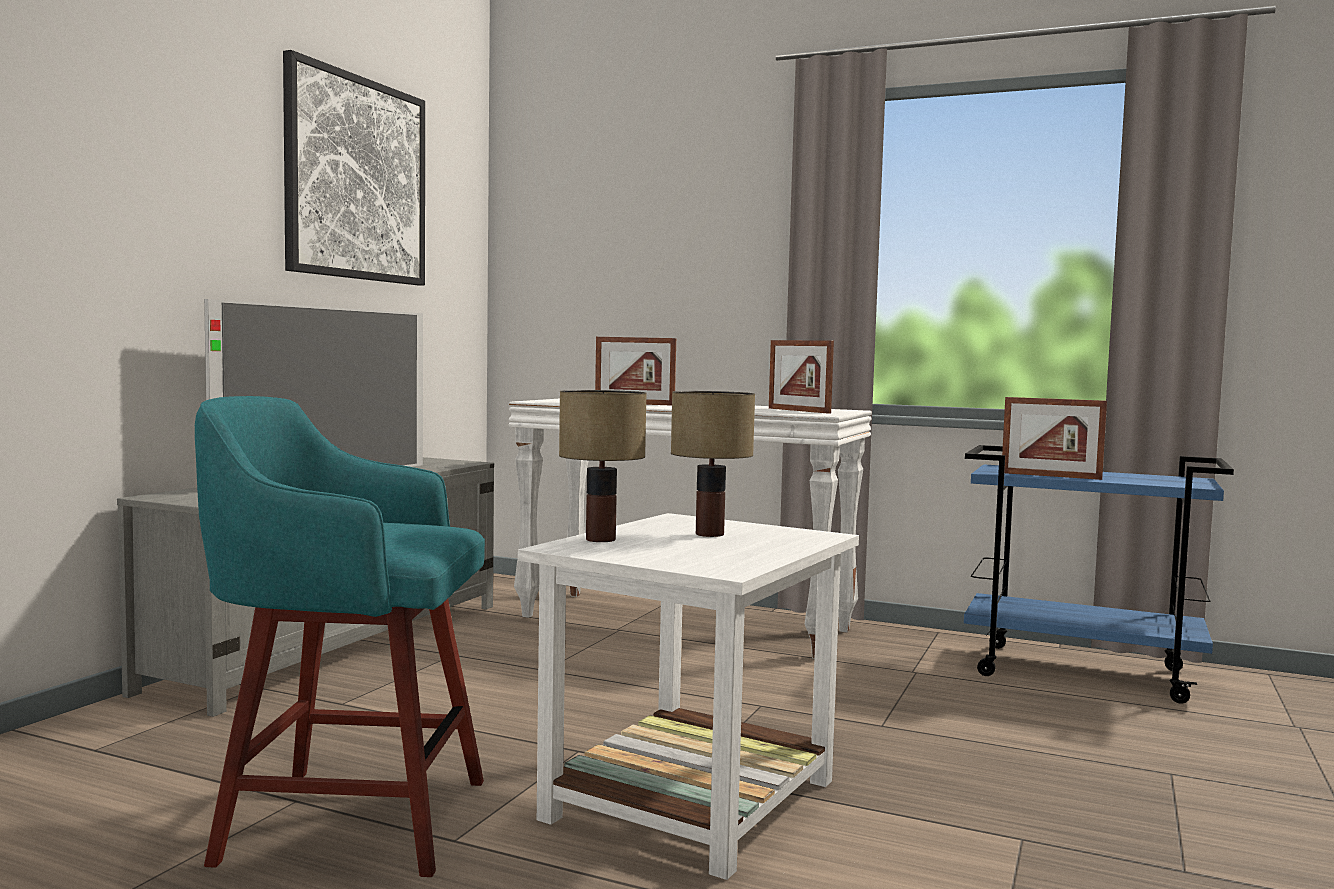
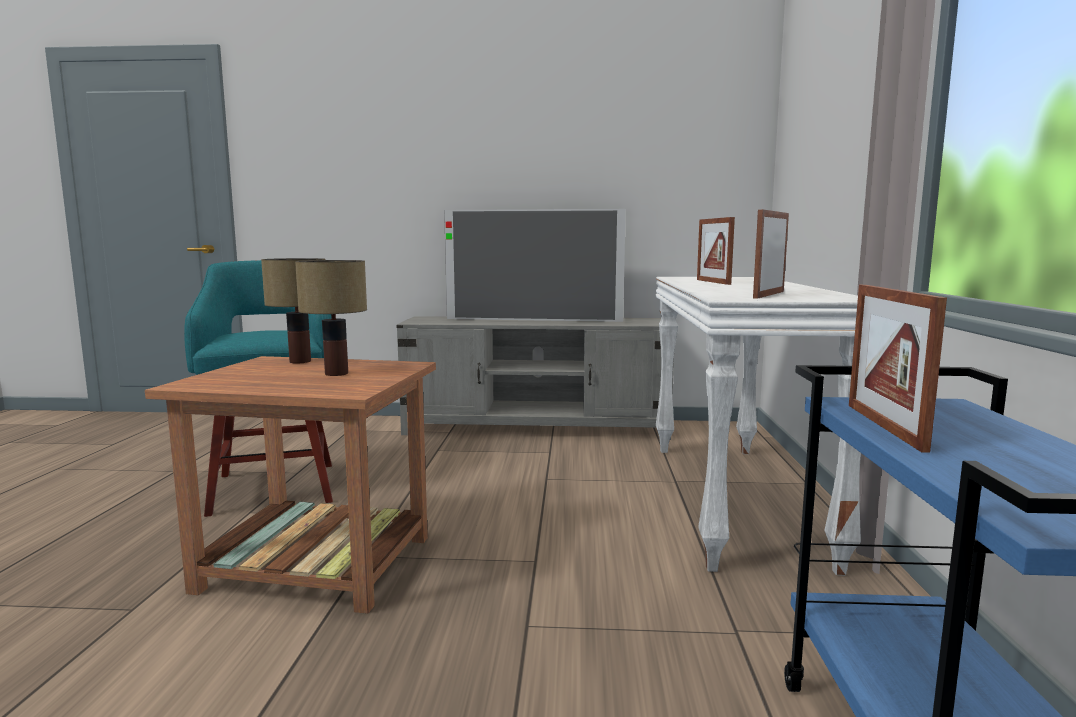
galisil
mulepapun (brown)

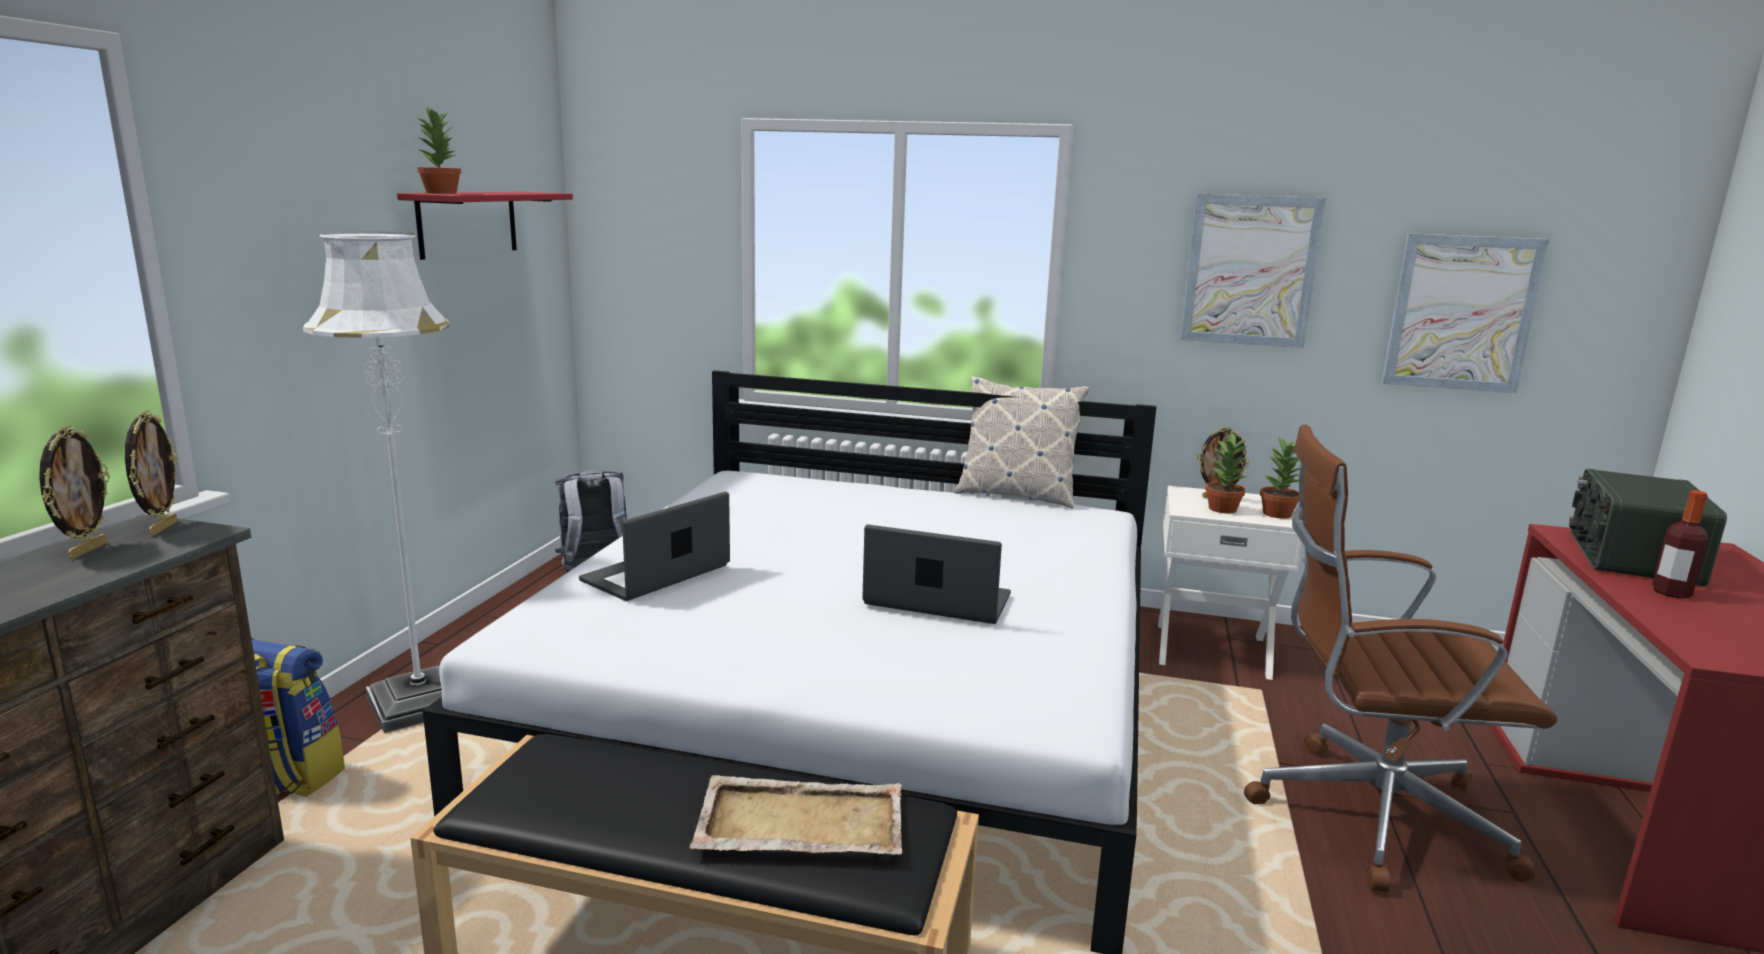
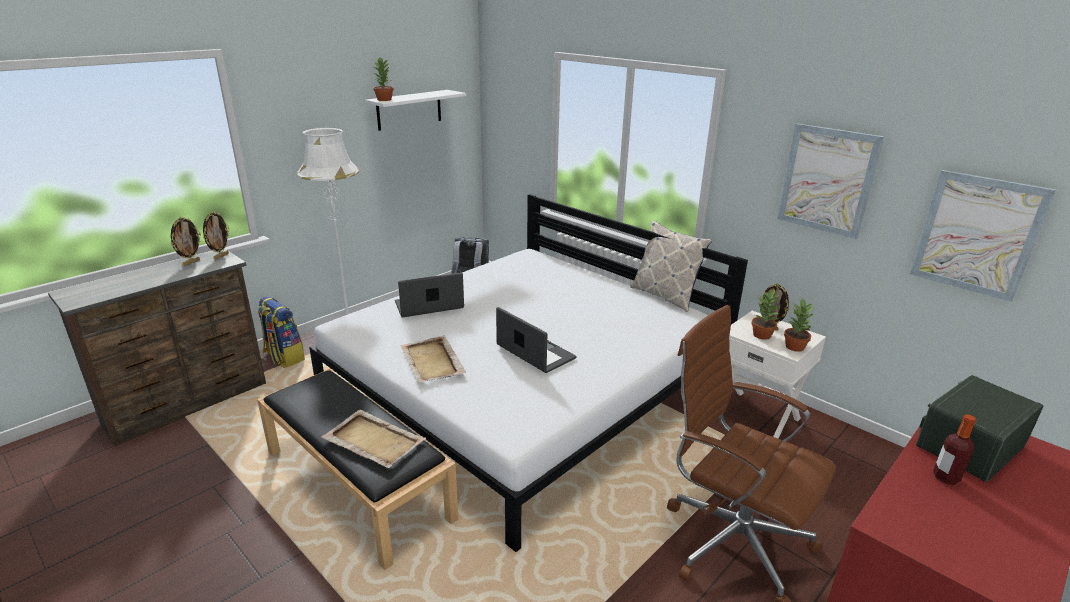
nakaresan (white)
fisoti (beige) (no. 2 from left)

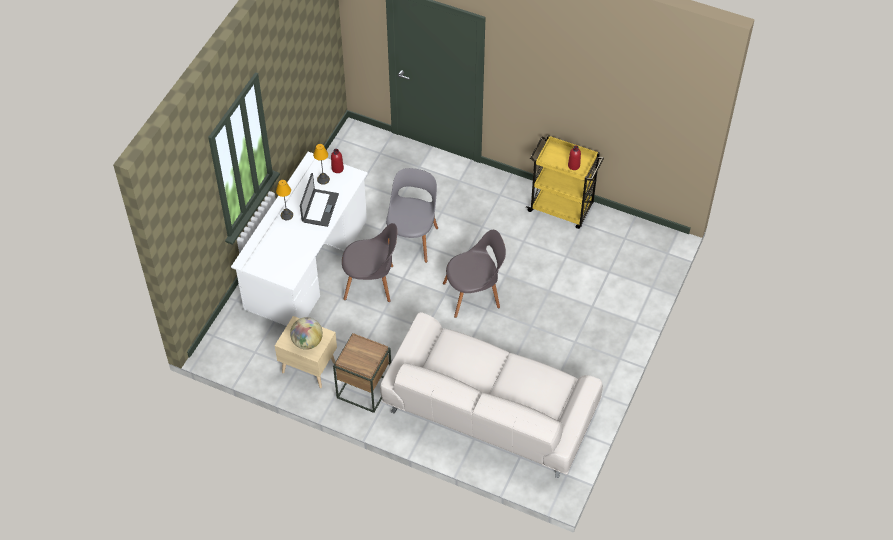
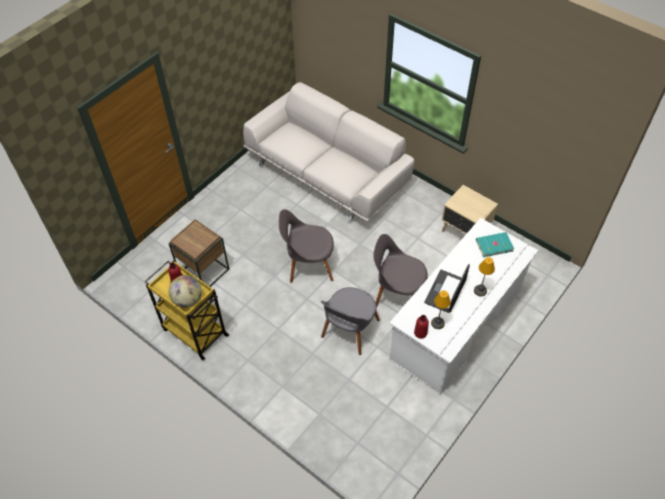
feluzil
mulepapun (brown)
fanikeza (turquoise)

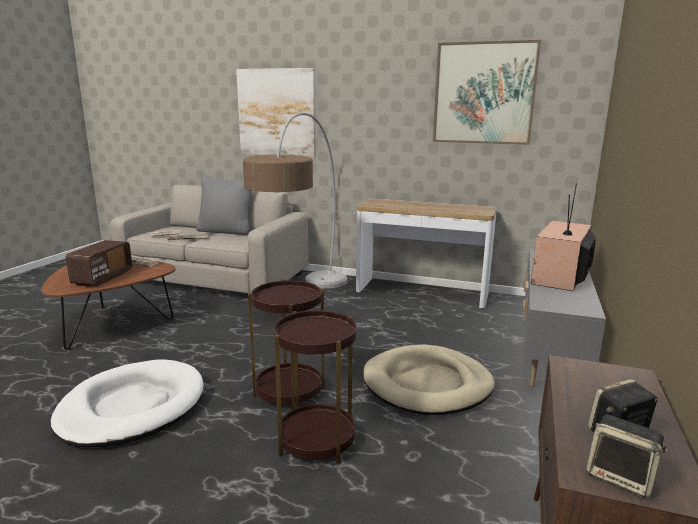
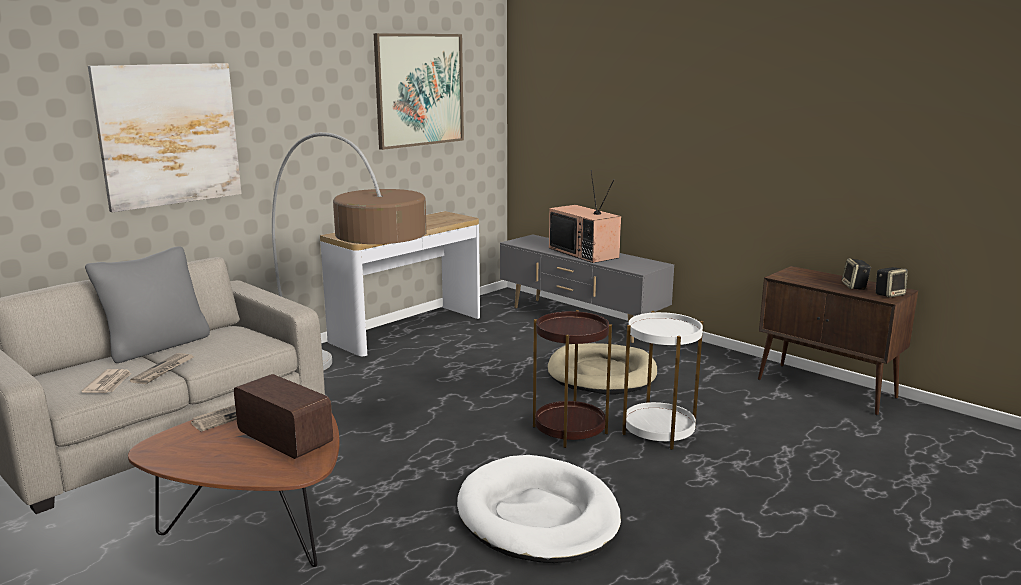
mulepapun (white)

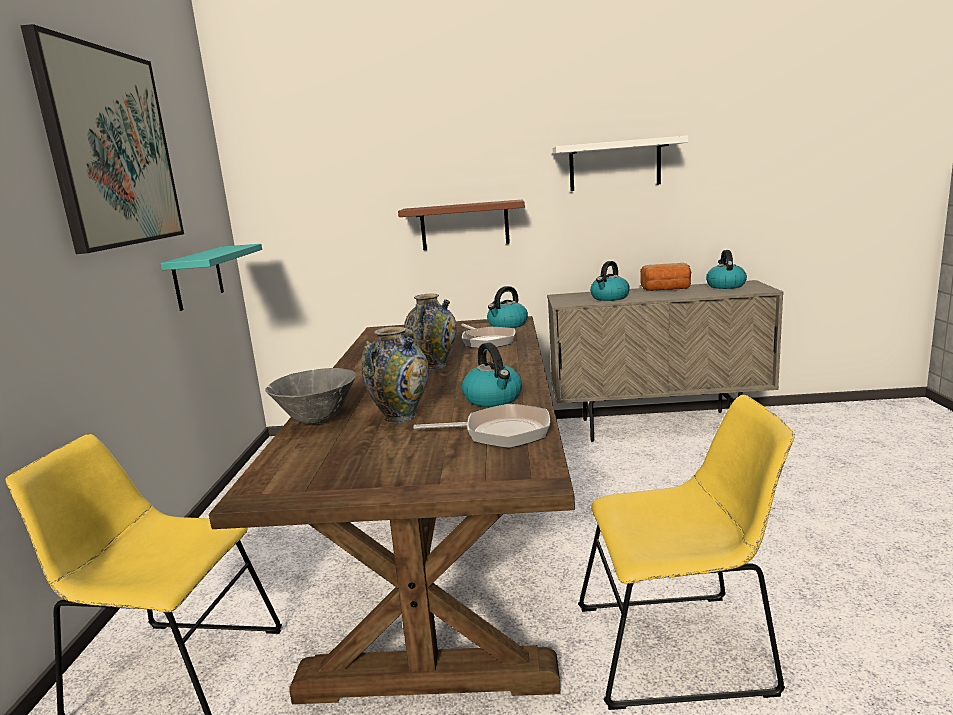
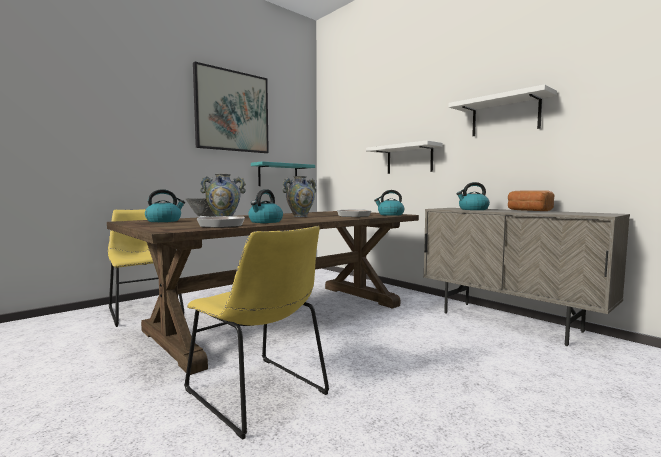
nakaresan (white) (no. 1 from left)
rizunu (no. 1 from left)

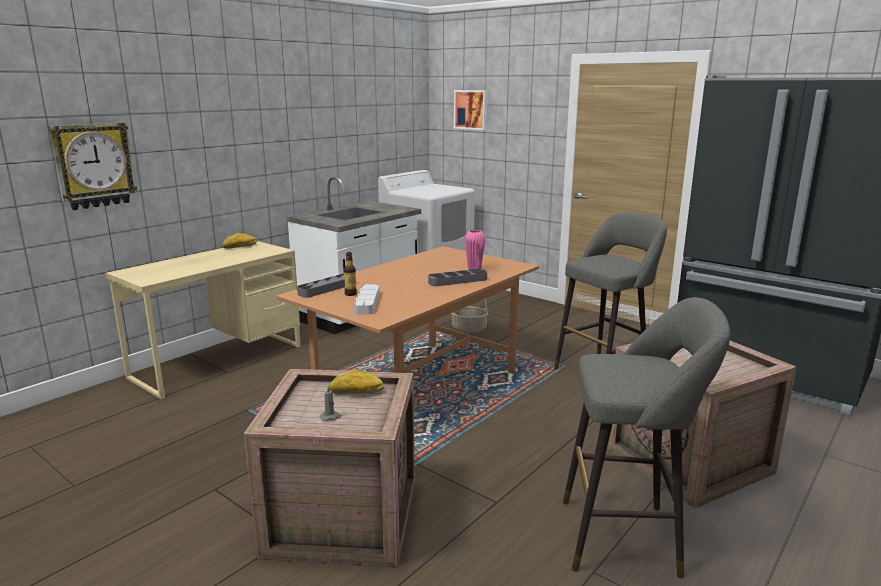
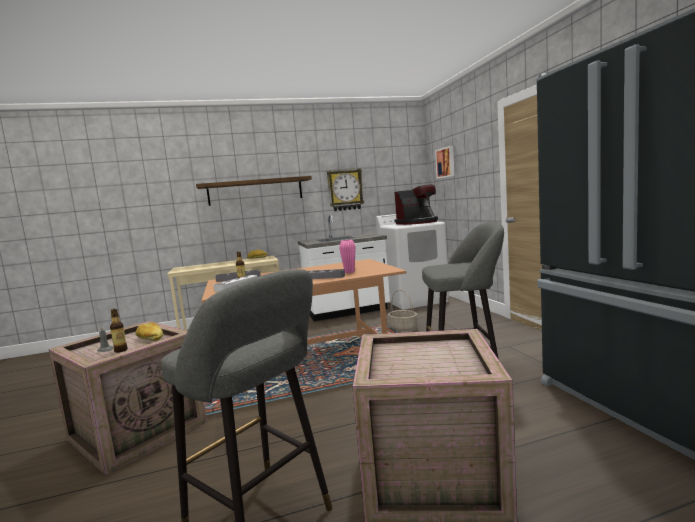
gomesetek
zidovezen (no. 1 from left)
nakaresan
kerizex

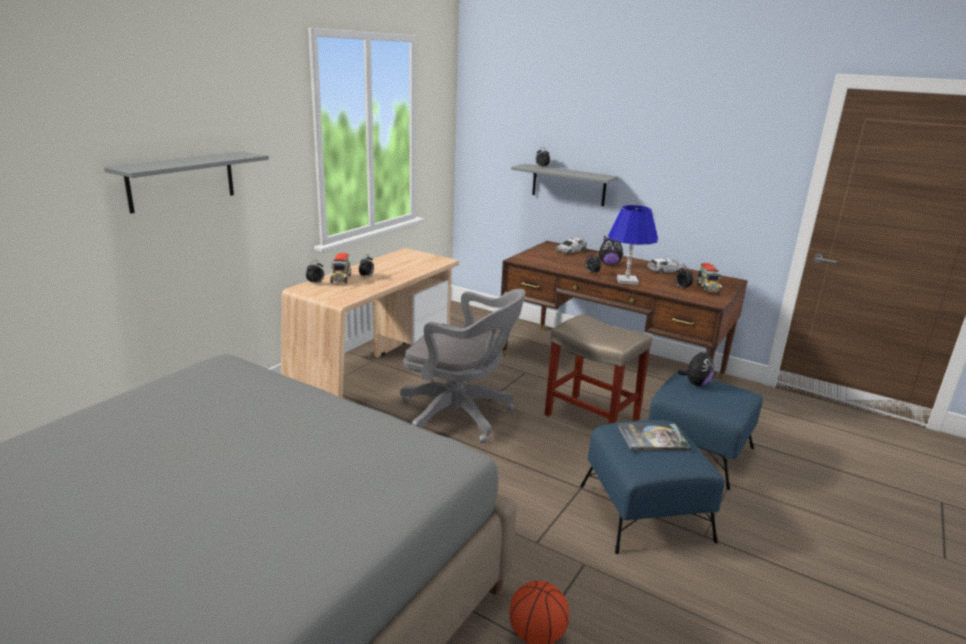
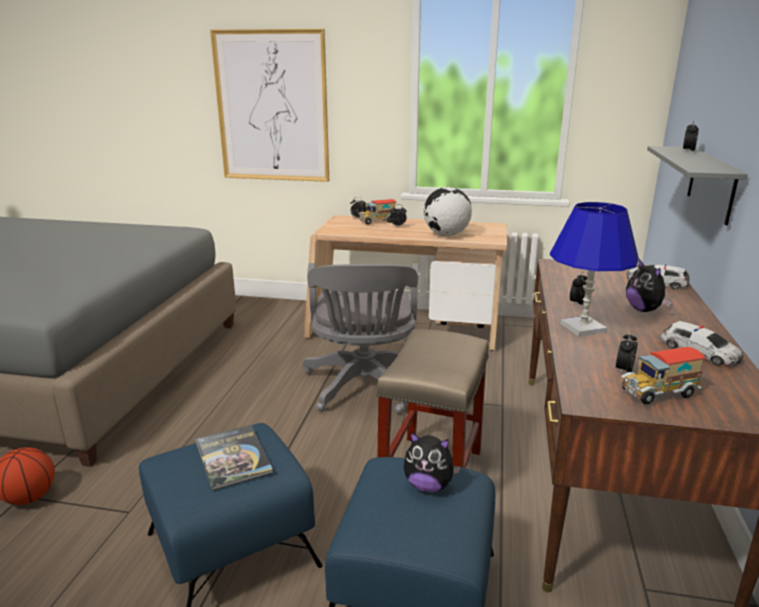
galisil
feluzil

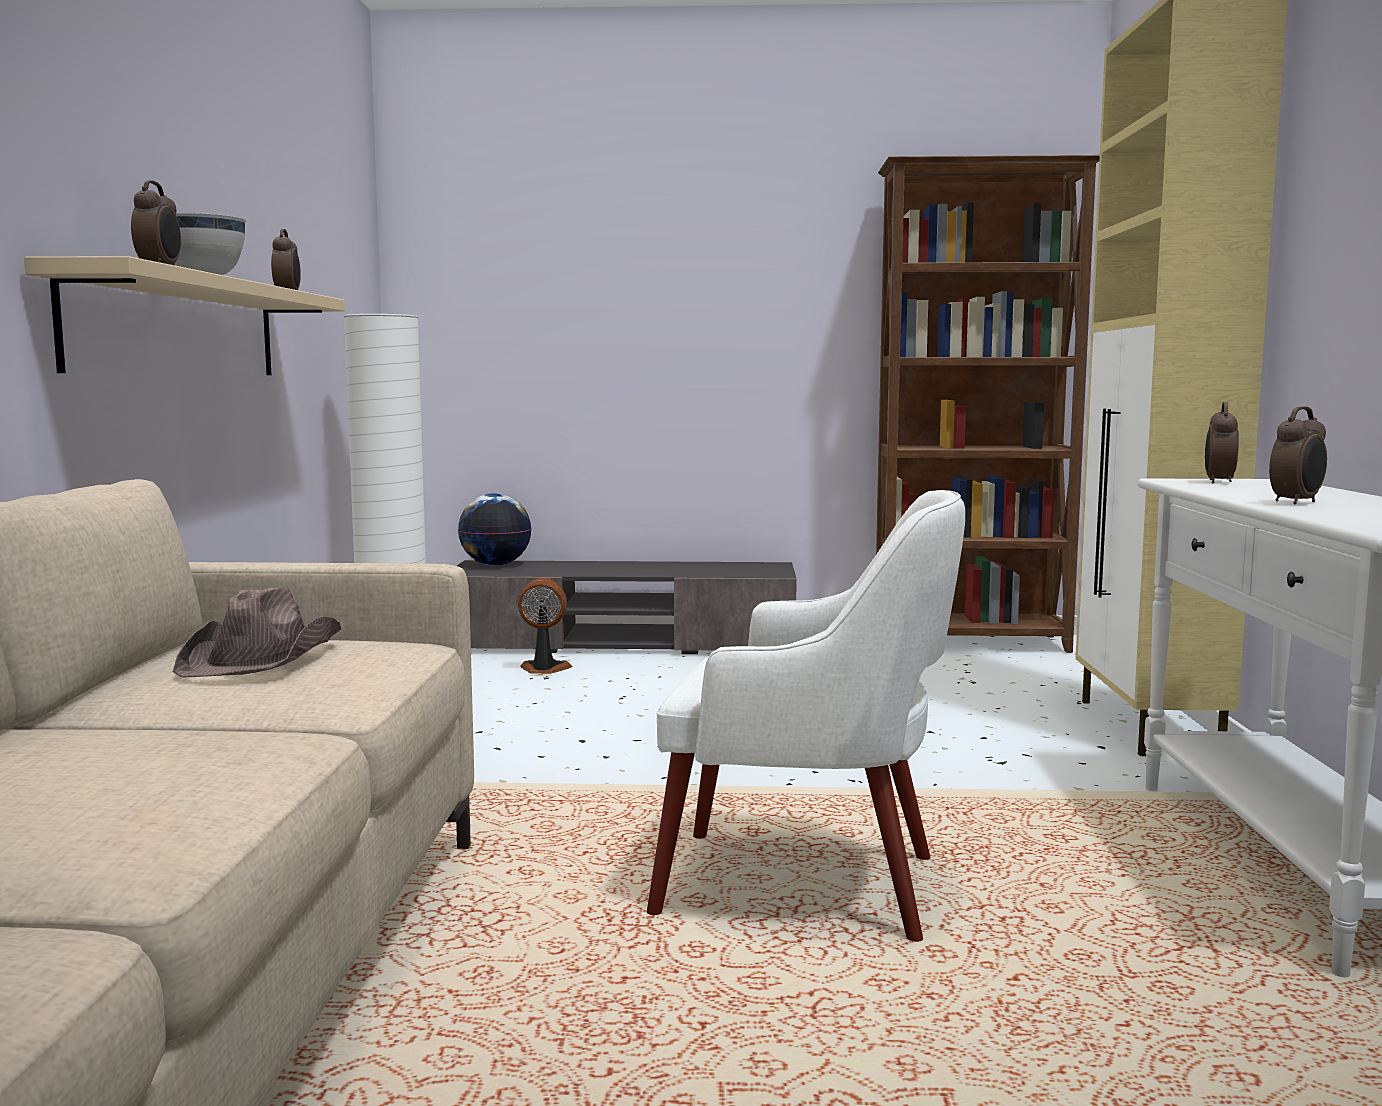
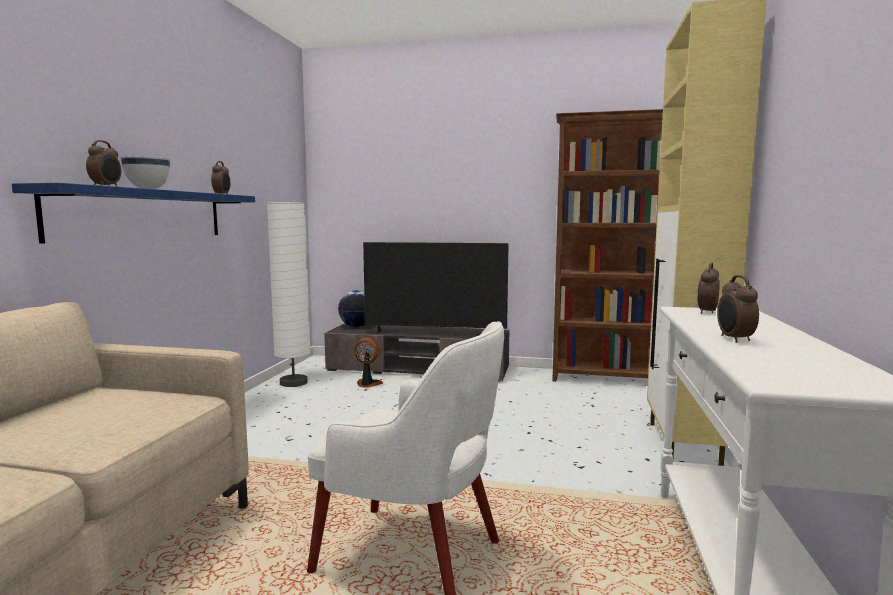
nakaresan (blue)
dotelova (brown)
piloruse (no. 4 from left)
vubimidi

